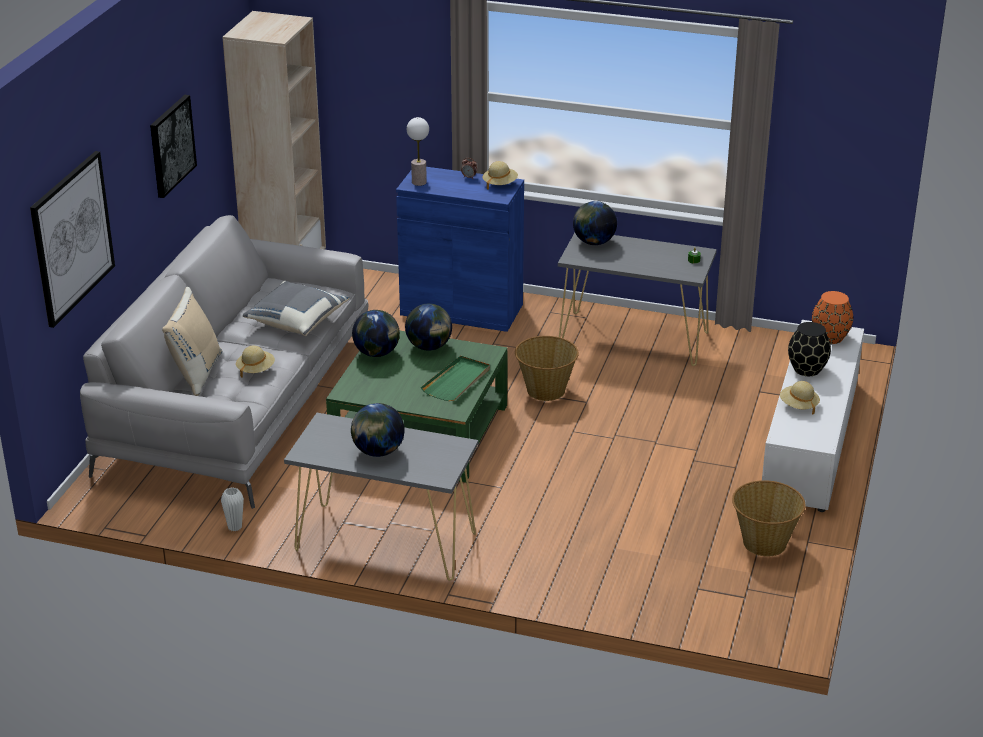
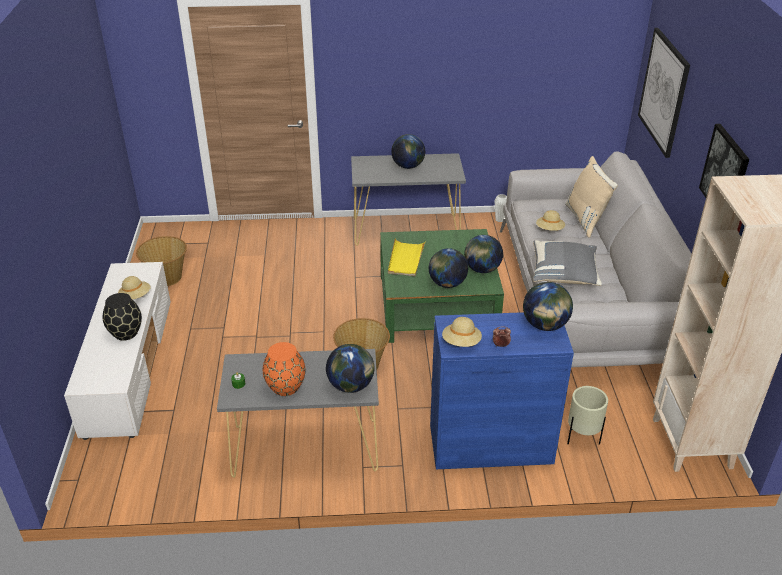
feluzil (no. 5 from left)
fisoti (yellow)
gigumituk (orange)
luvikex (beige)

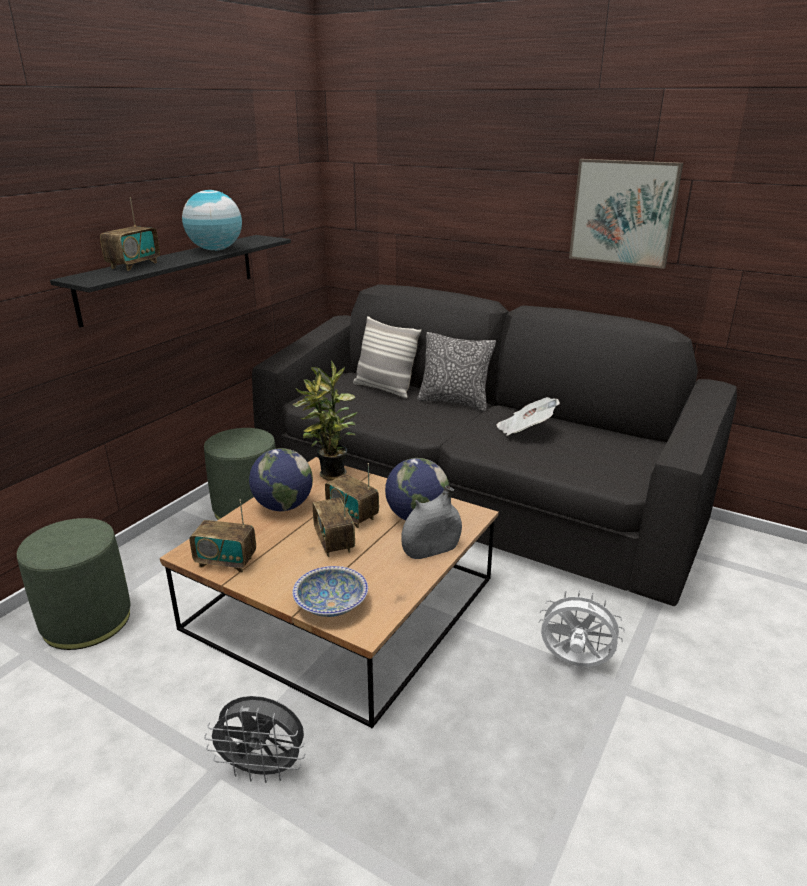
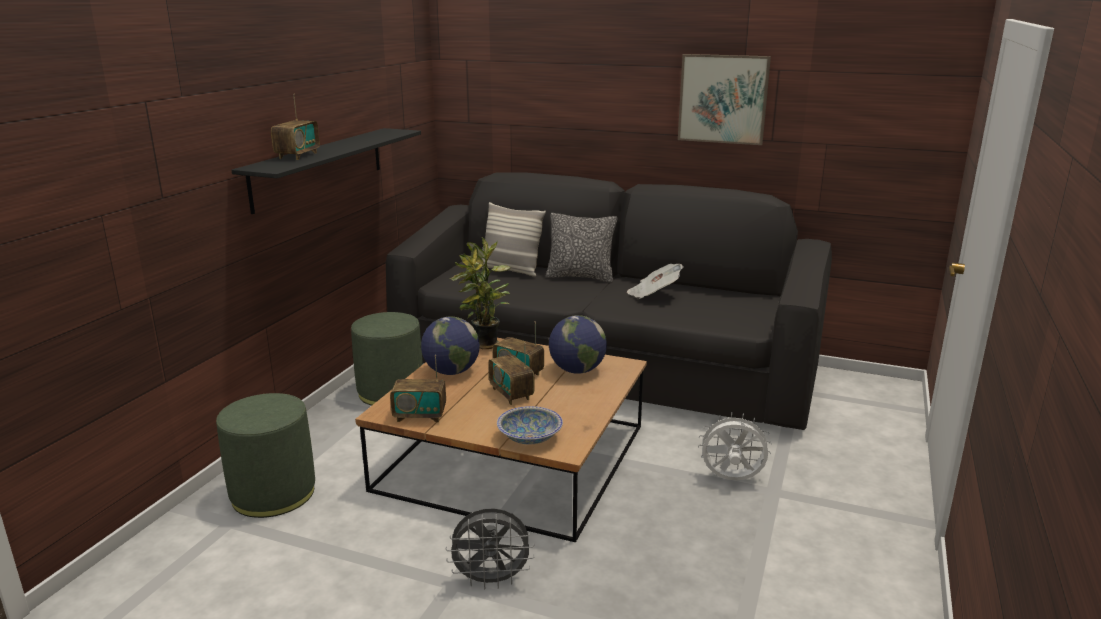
feluzil (no. 1 from left in the first image)
gigumituk (grey)

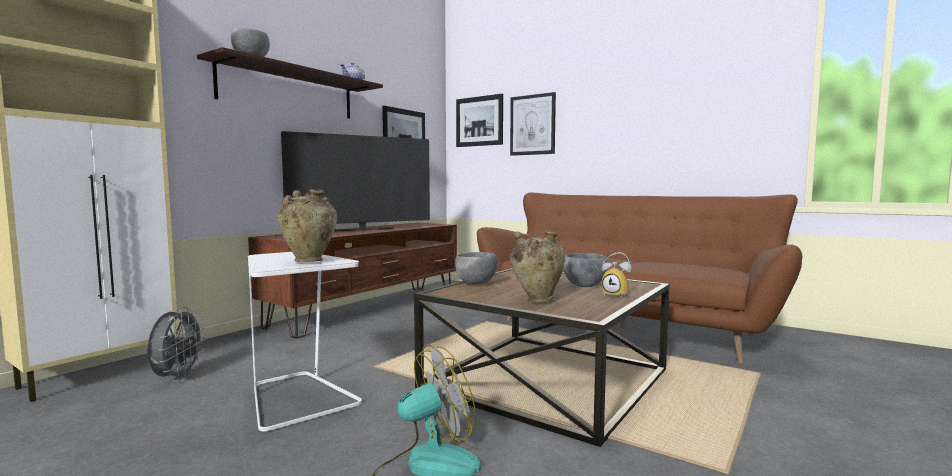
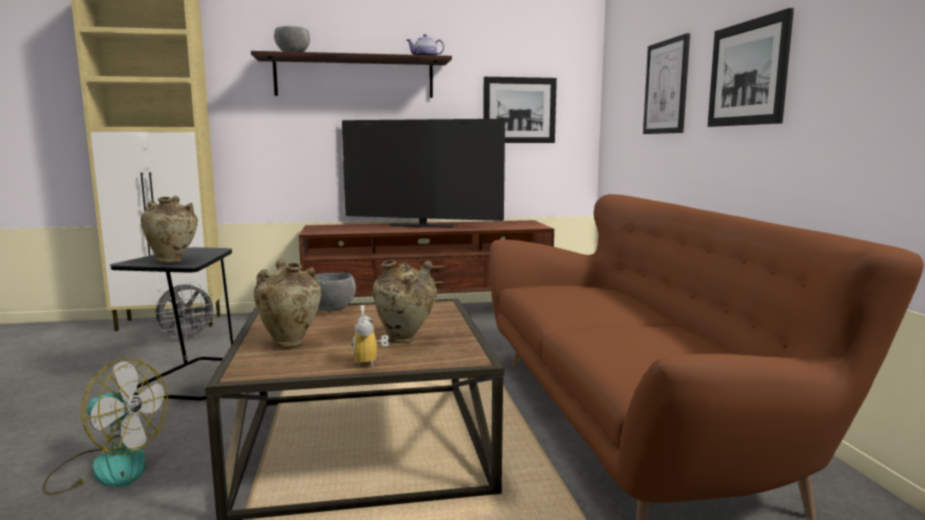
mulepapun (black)
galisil (no. 3 from left)
gigumituk (beige) (no. 3 from left)

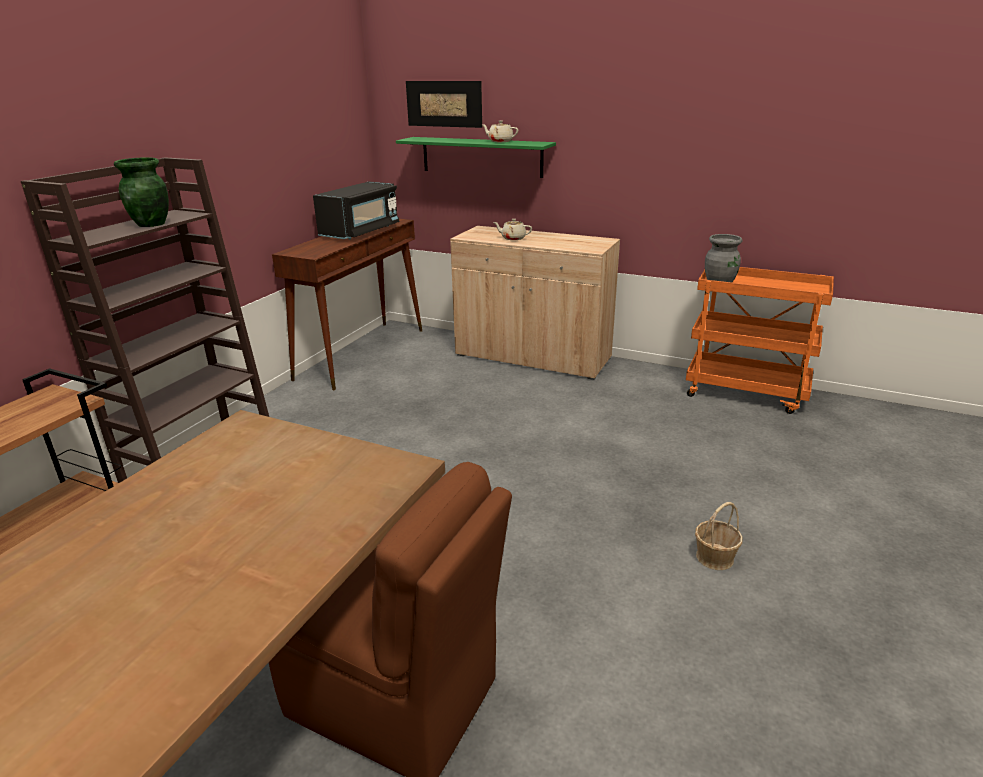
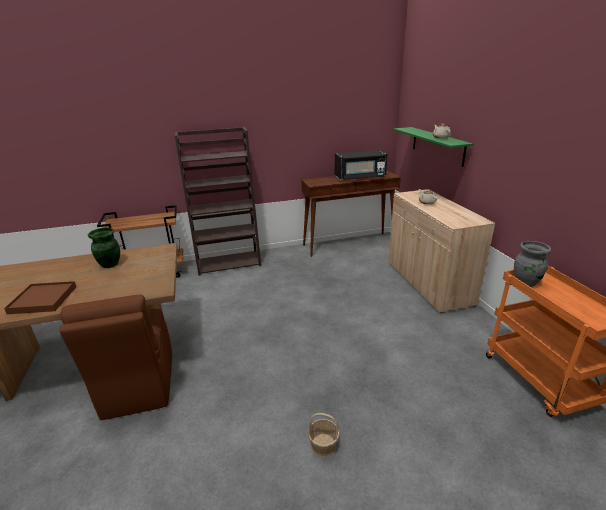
gigumituk (green)
galisil
fisoti (brown)

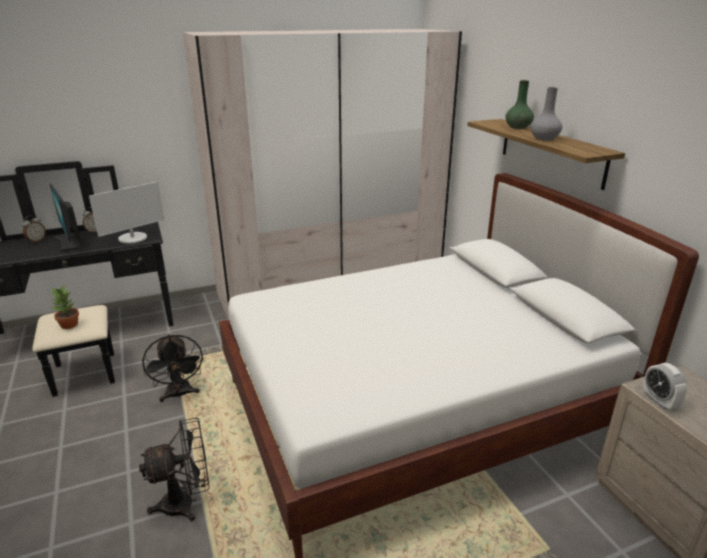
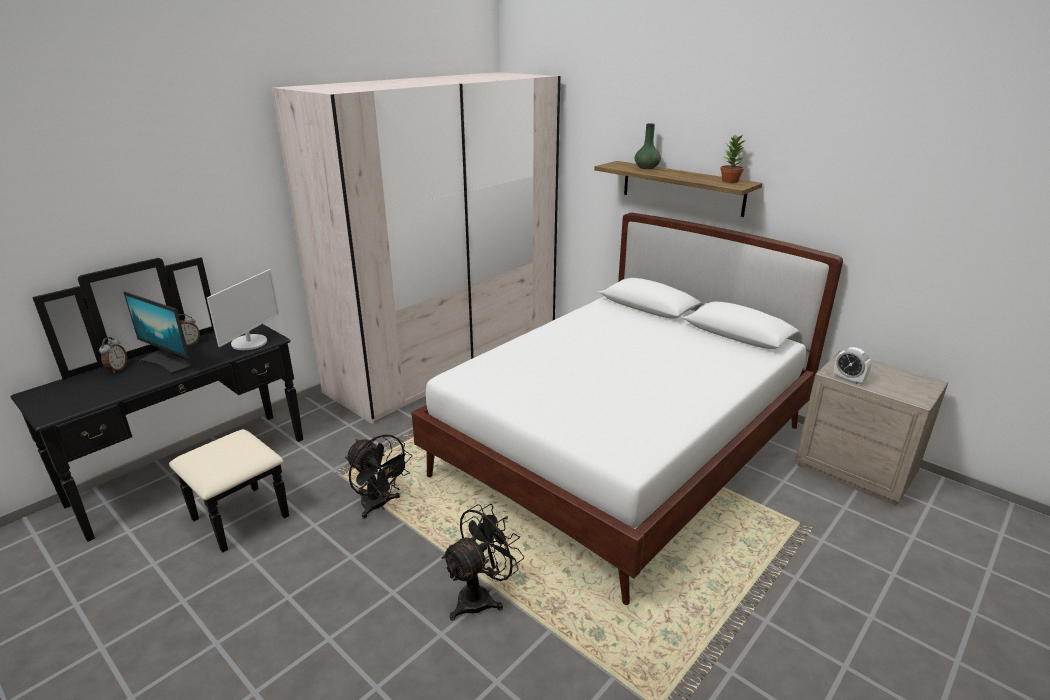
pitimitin
gigumituk (grey)

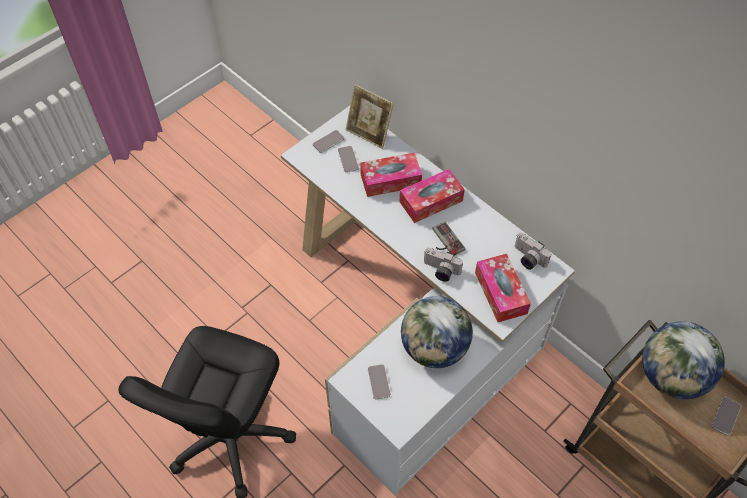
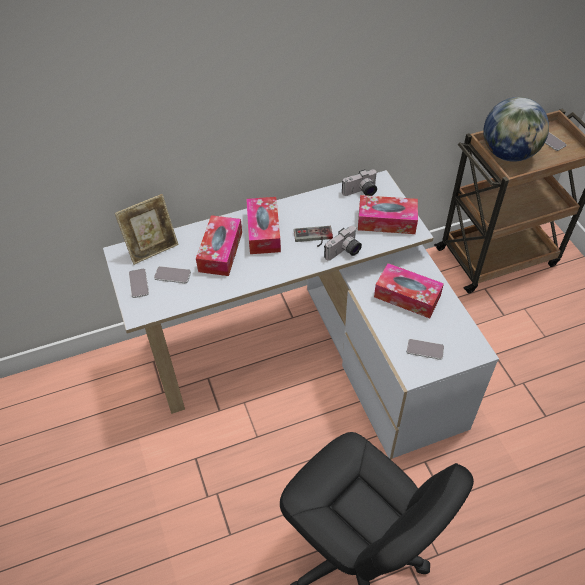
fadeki (no. 4 from left)

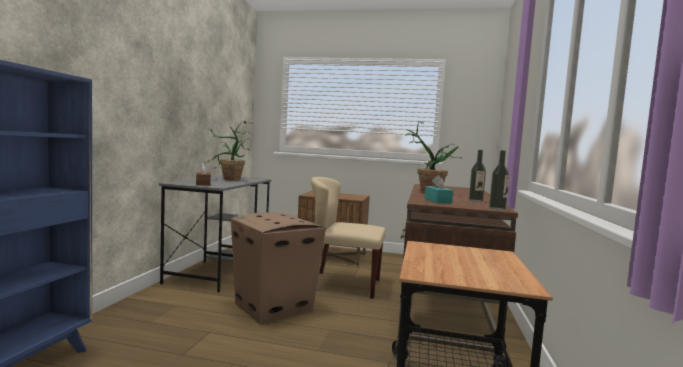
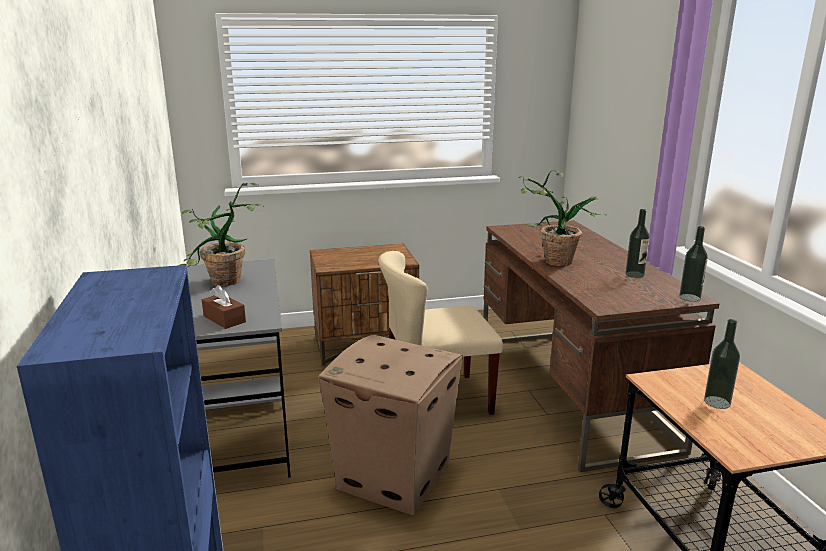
fadeki (turquoise)
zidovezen (no. 3 from left)

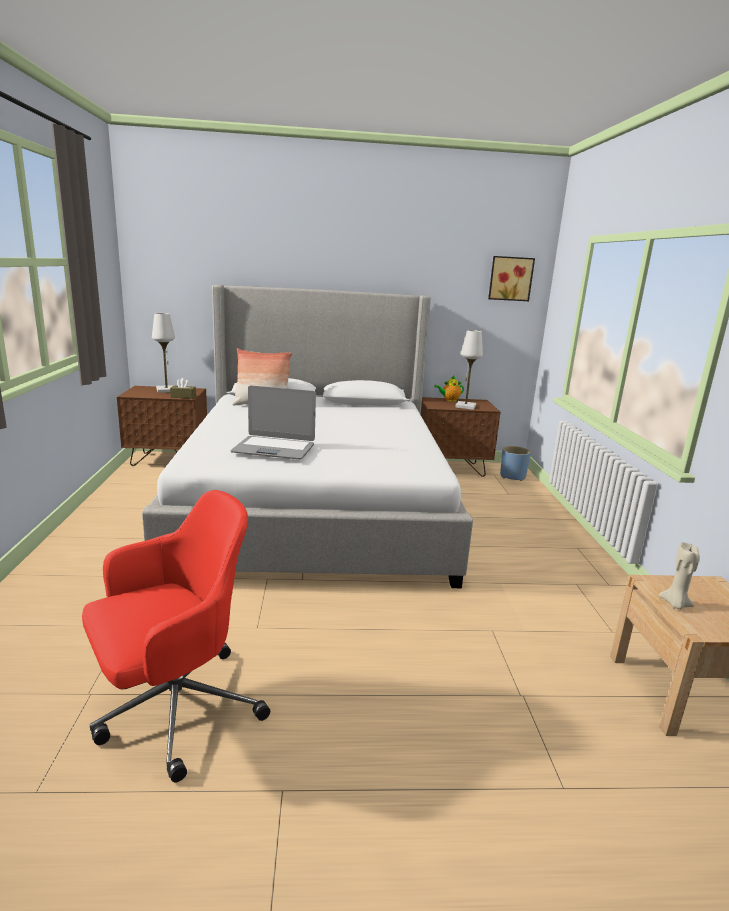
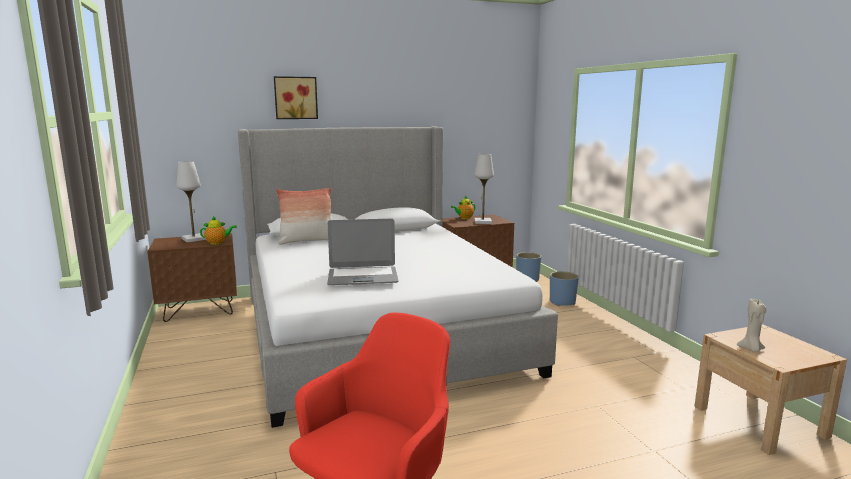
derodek (no. 1 from left)
galisil
luvikex (blue) (no. 2 from left)

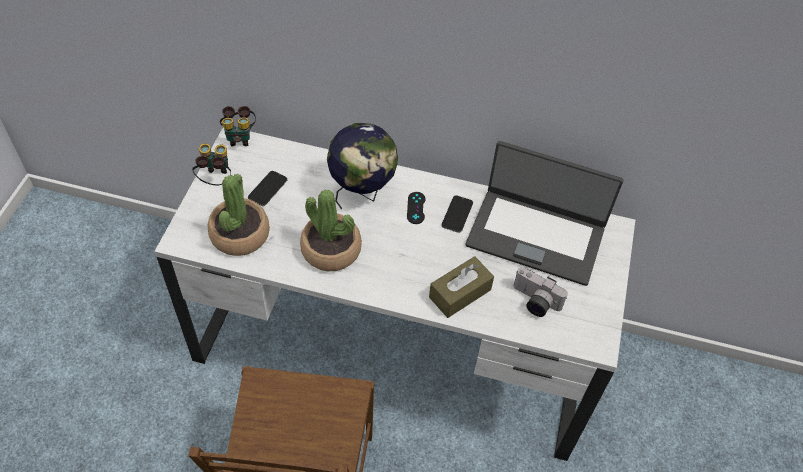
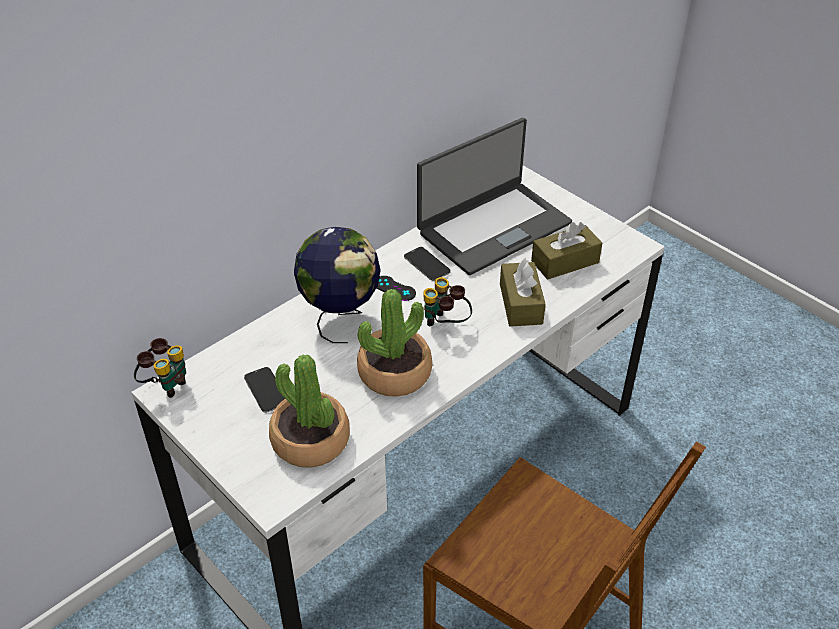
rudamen (no. 2 from left)
fadeki (brown) (no. 2 from left)

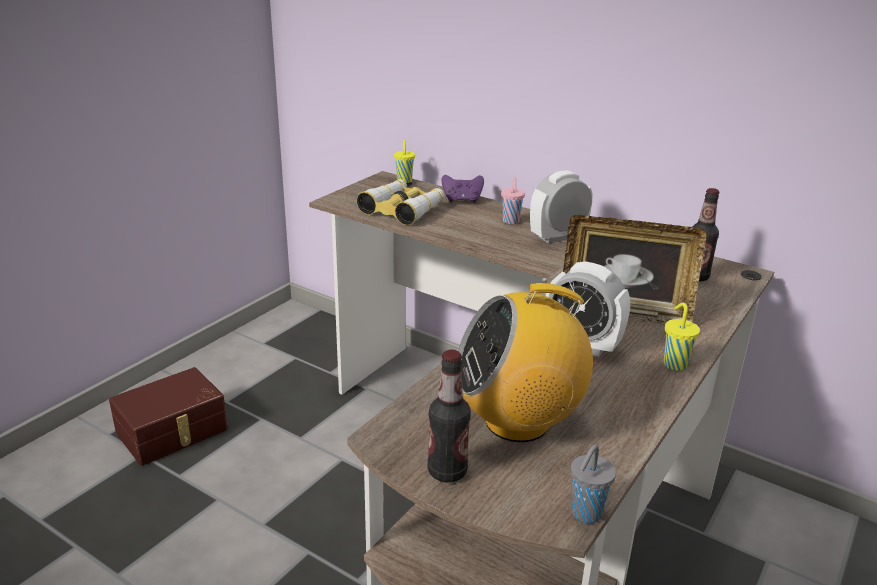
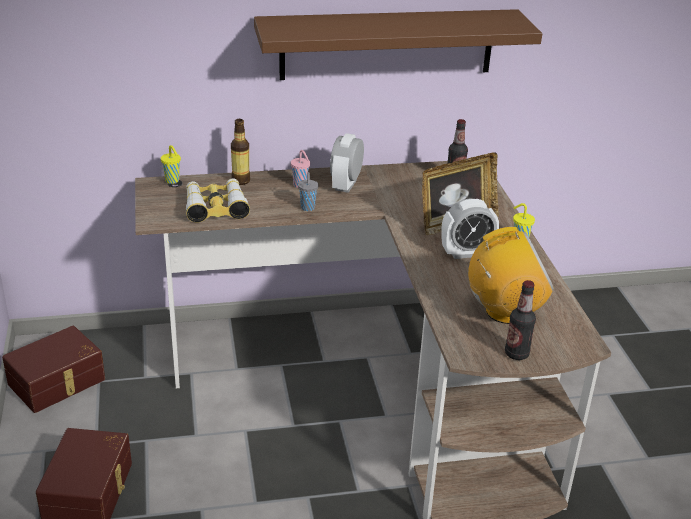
zidovezen (no. 1 from left)
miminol
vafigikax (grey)
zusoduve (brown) (no. 1 from left)
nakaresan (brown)

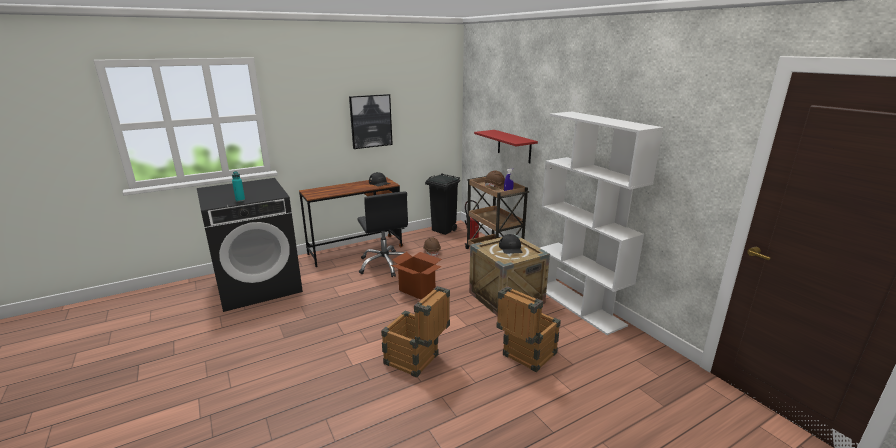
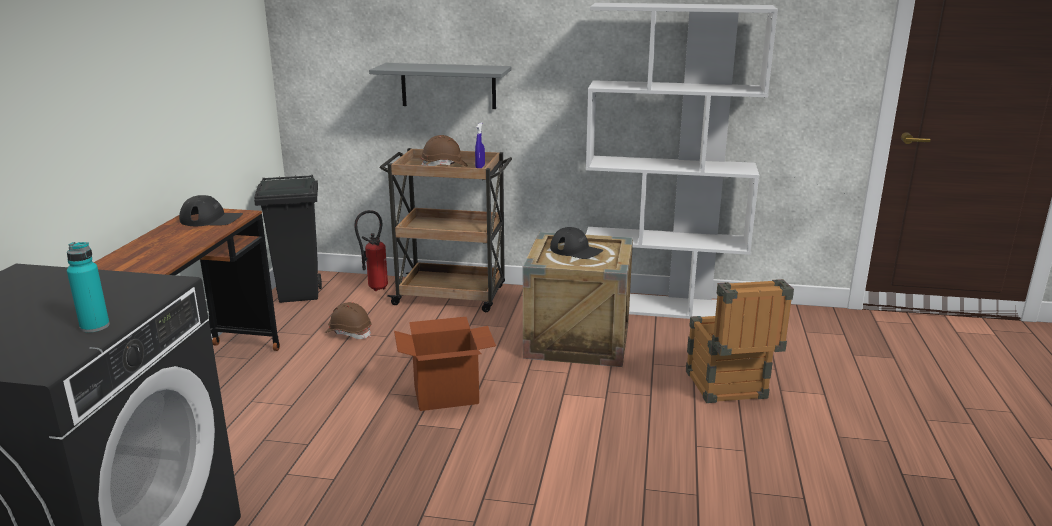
galisil
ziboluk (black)
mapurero (no. 1 from left in the first image)
nakaresan (grey)

